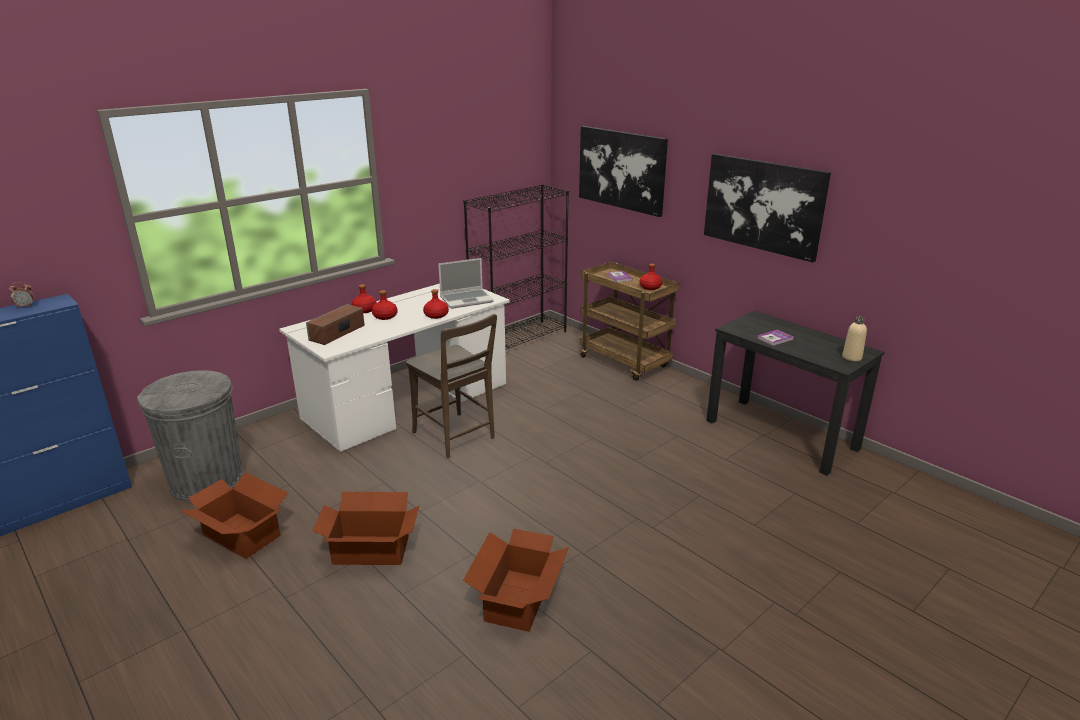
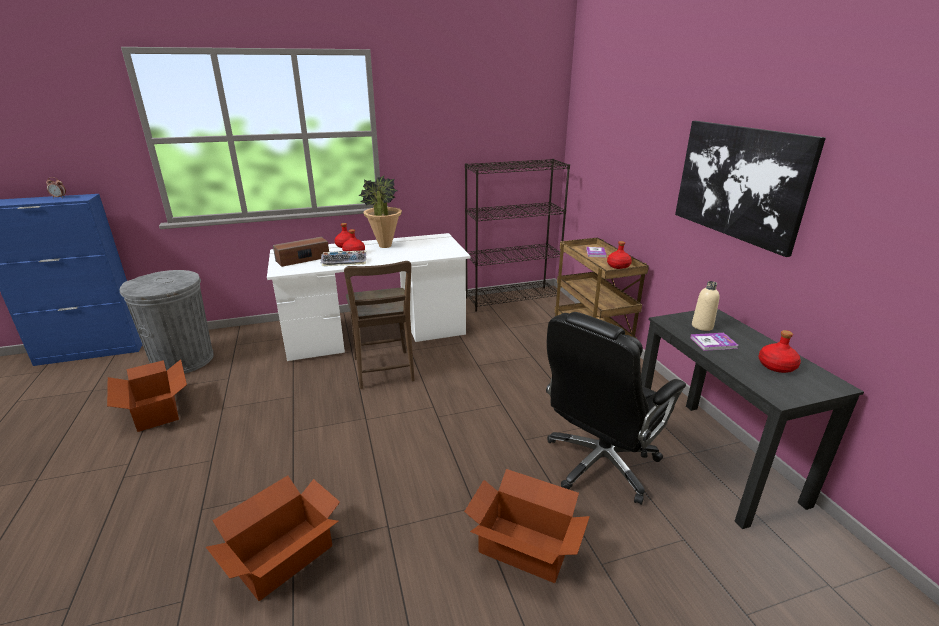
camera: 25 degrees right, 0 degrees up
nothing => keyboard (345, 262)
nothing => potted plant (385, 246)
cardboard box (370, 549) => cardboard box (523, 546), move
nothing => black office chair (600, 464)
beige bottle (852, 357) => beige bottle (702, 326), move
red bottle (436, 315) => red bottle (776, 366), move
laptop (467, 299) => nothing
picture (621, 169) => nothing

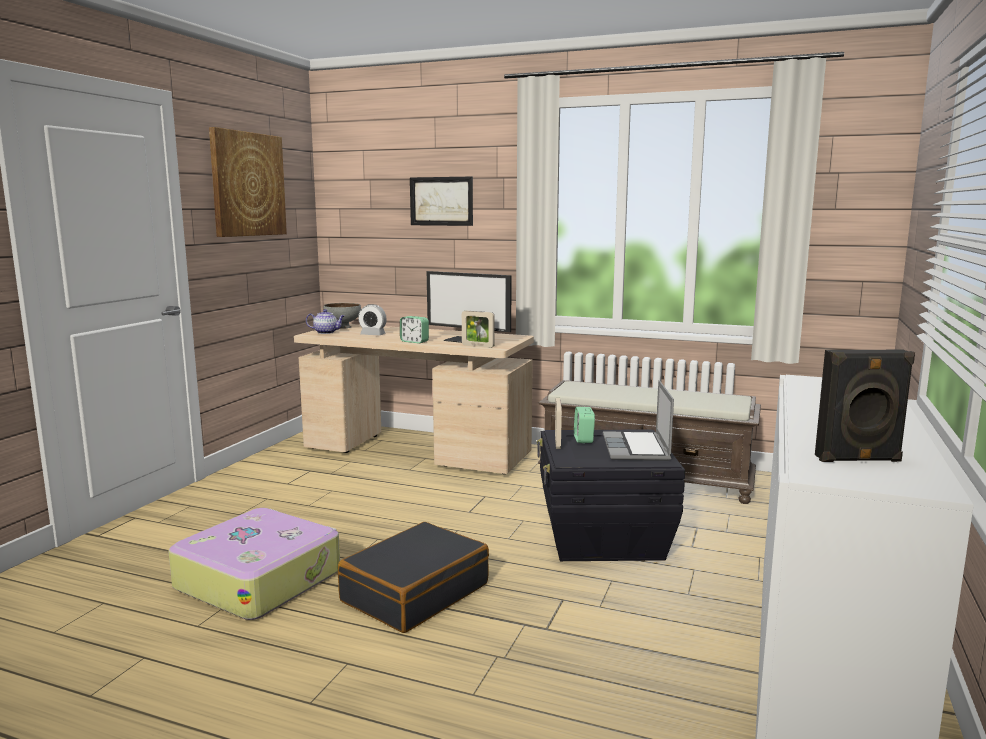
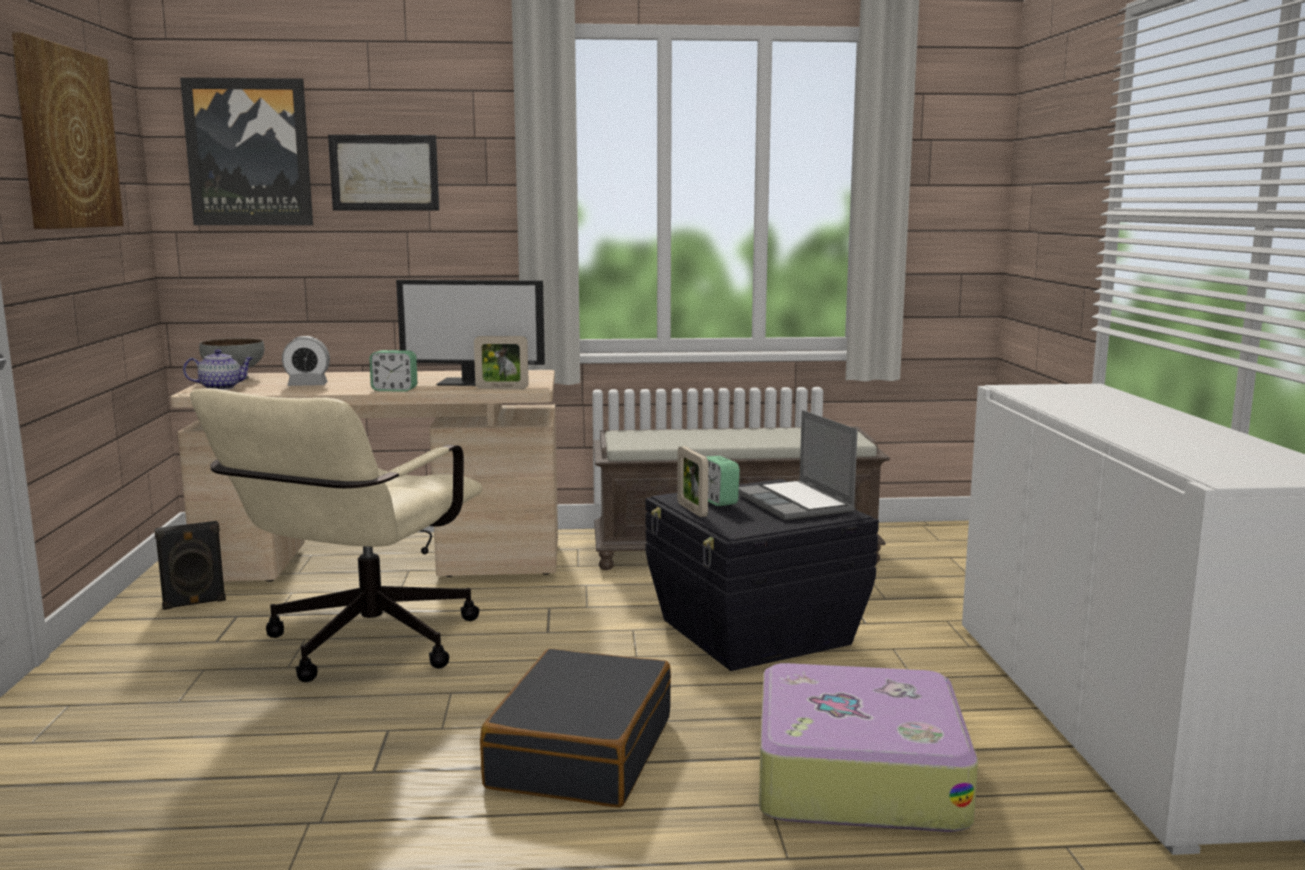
camera: 25 degrees left, 0 degrees up
black speaker (858, 459) => black speaker (194, 603), move
nothing => picture (249, 153)
nothing => beige office chair (359, 648)
suitcase (259, 579) => suitcase (856, 773), move

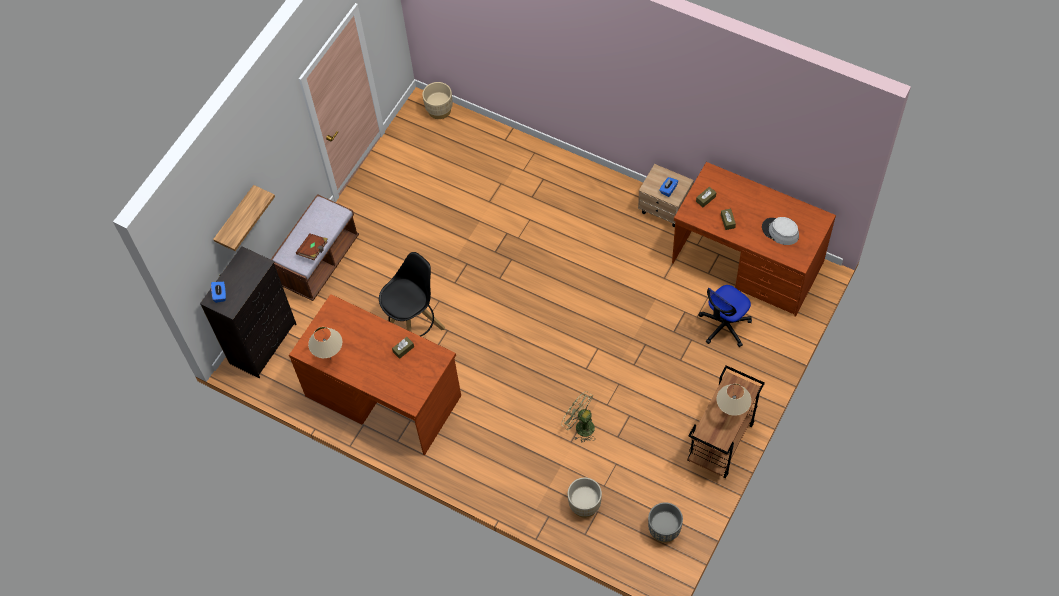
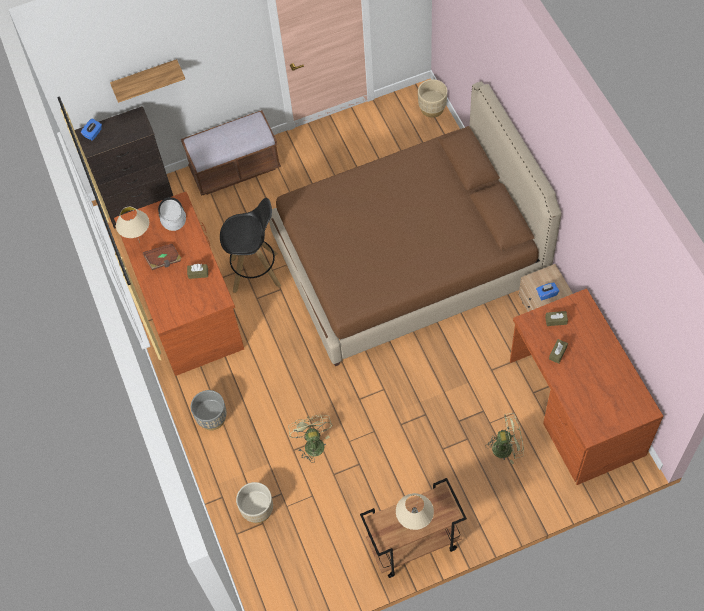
camera: 40 degrees right, 0 degrees up
brown book (313, 250) => brown book (163, 260), move
grey hat (780, 232) => grey hat (171, 214), move
grey planter (664, 530) => grey planter (212, 418), move
nothing => brown bed (408, 259)
office chair (724, 325) => green fan (506, 447)

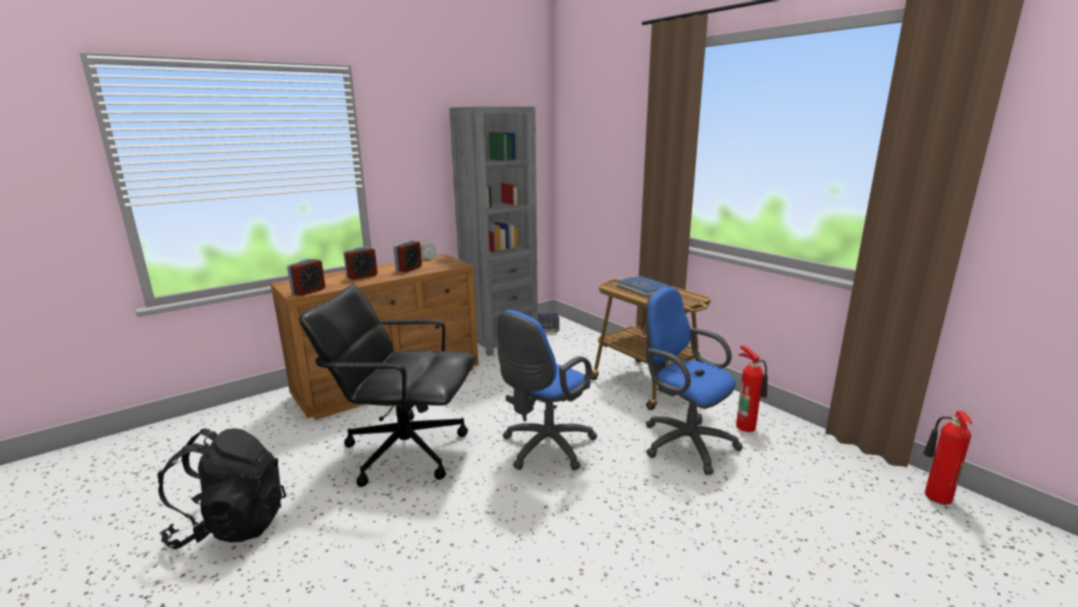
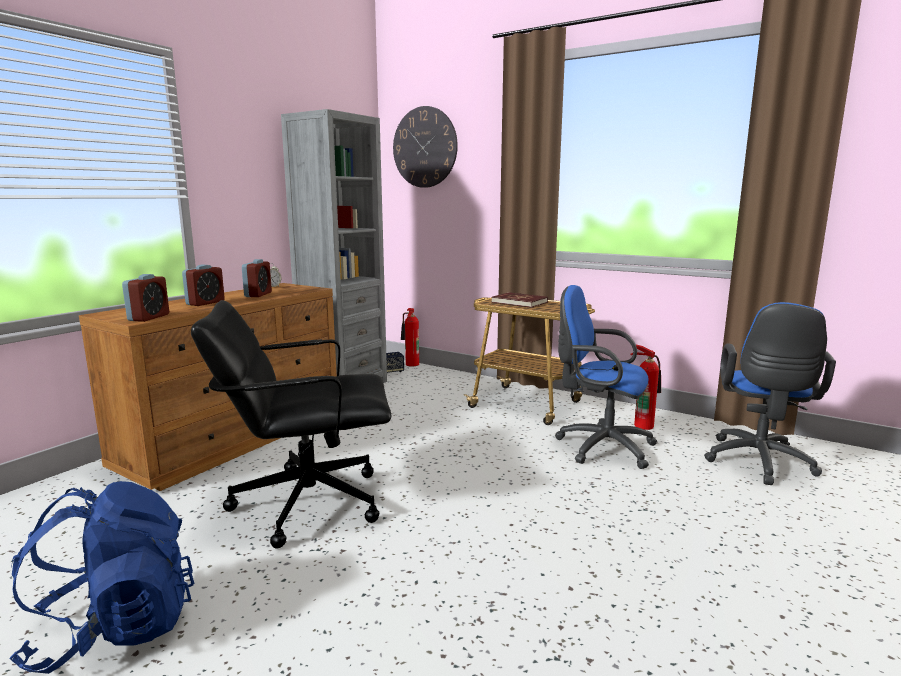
camera: 20 degrees left, 5 degrees down
black backpack (232, 525) => blue backpack (115, 629)
nothing => wall clock (424, 147)
fire extinguisher (935, 497) => fire extinguisher (410, 364), move
blue book (643, 288) => red book (519, 302)
blue office chair (544, 448) => blue office chair (759, 463), move

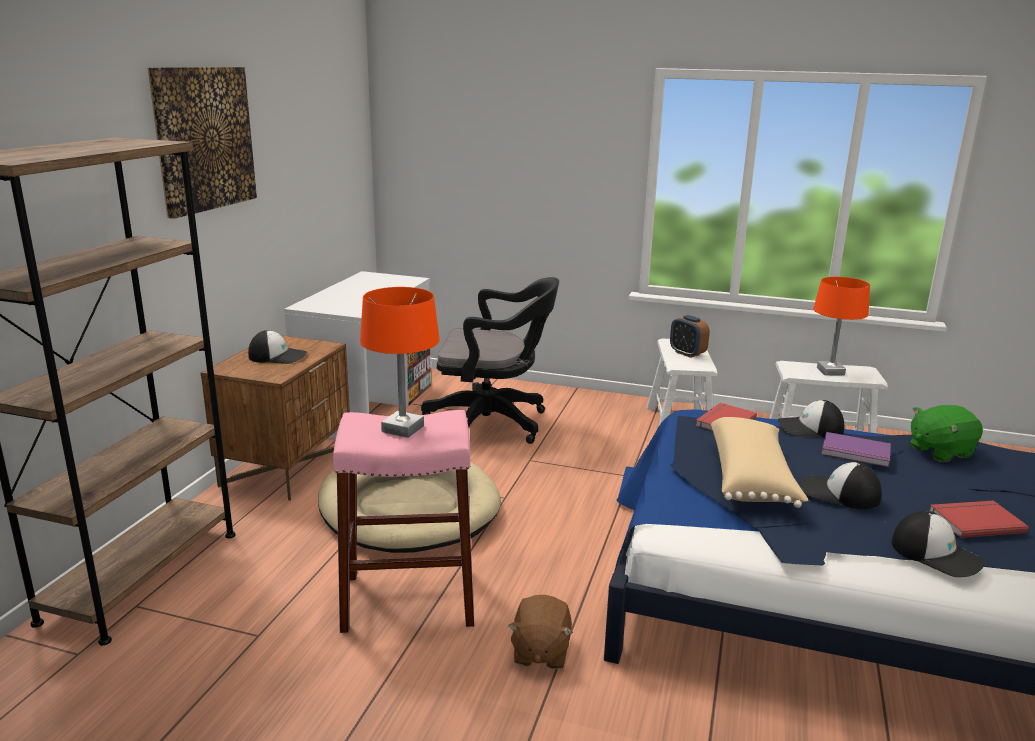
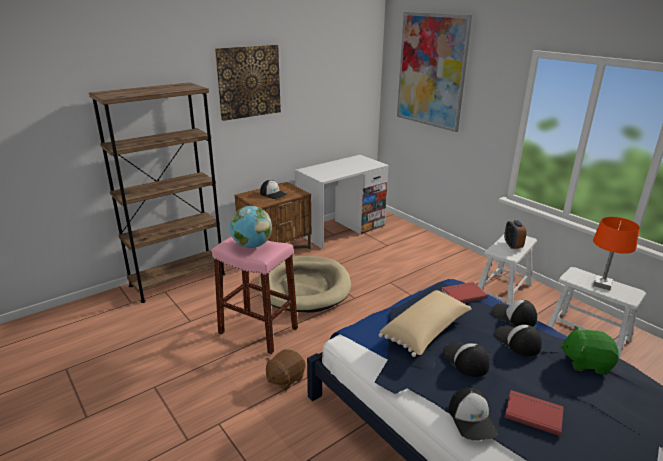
camera: 35 degrees right, 5 degrees up
orange table lamp (402, 429) => globe (252, 246)
nothing => picture (431, 71)
purple book (856, 453) => cap (516, 341)
black office chair (493, 423) => nothing

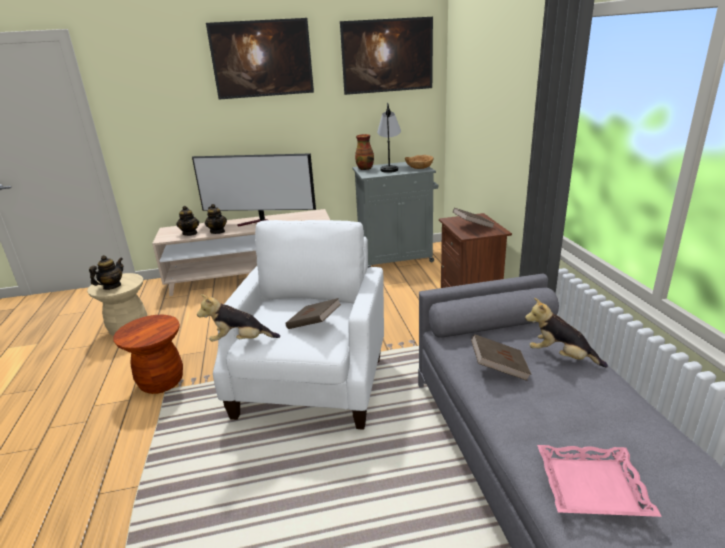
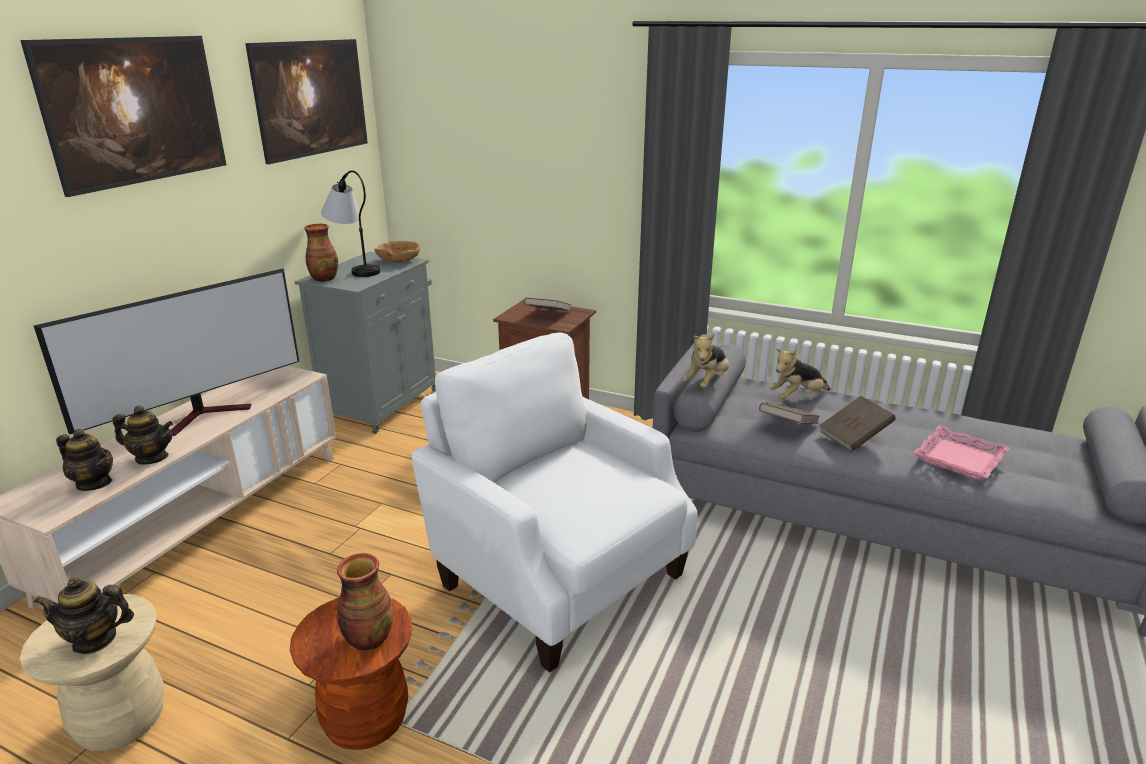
camera: 55 degrees left, 0 degrees up
teapot (112, 286) => teapot (95, 640), 75 degrees counterclockwise
nothing => vase (368, 638)
plush toy (240, 341) => plush toy (707, 383), move
brown book (314, 324) => brown book (854, 437), move

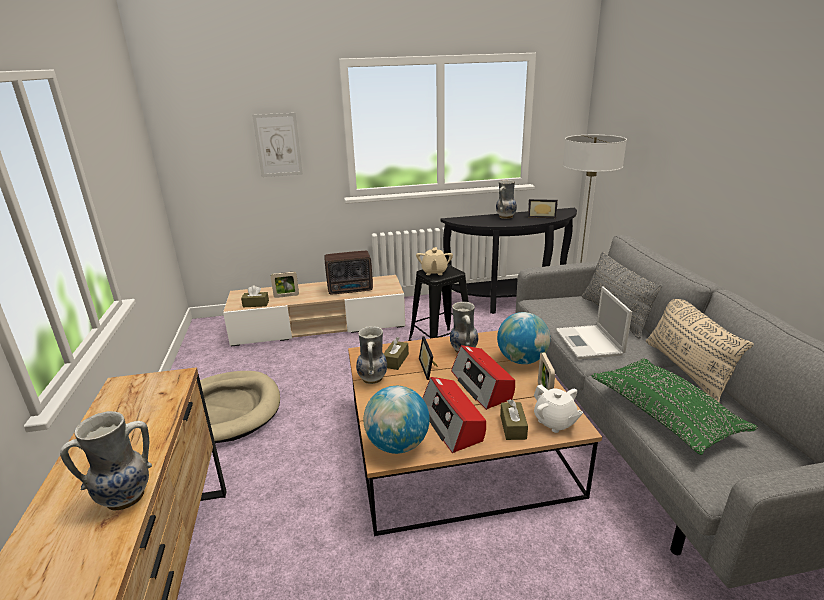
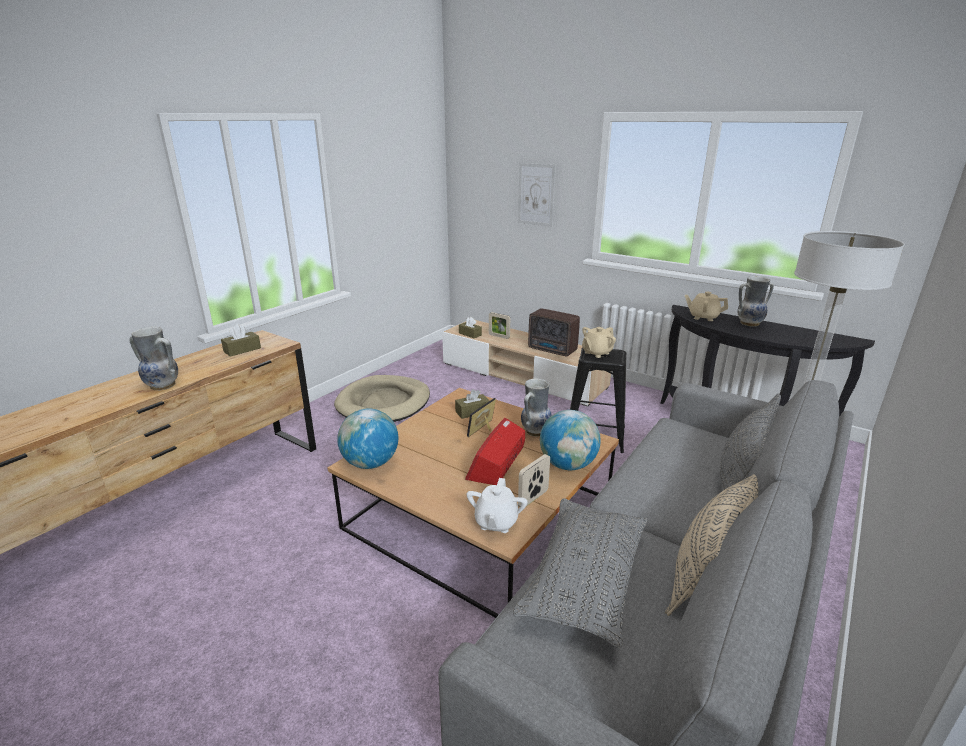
camera: 45 degrees right, 0 degrees up
brown tissue box (513, 427) => brown tissue box (242, 350), move
green pillow (664, 414) => grey pillow (584, 579)
nothing => beige teapot (703, 317)
vase (373, 378) => nothing
radio (452, 423) => nothing
picture frame (541, 216) => nothing
laptop (589, 343) => nothing

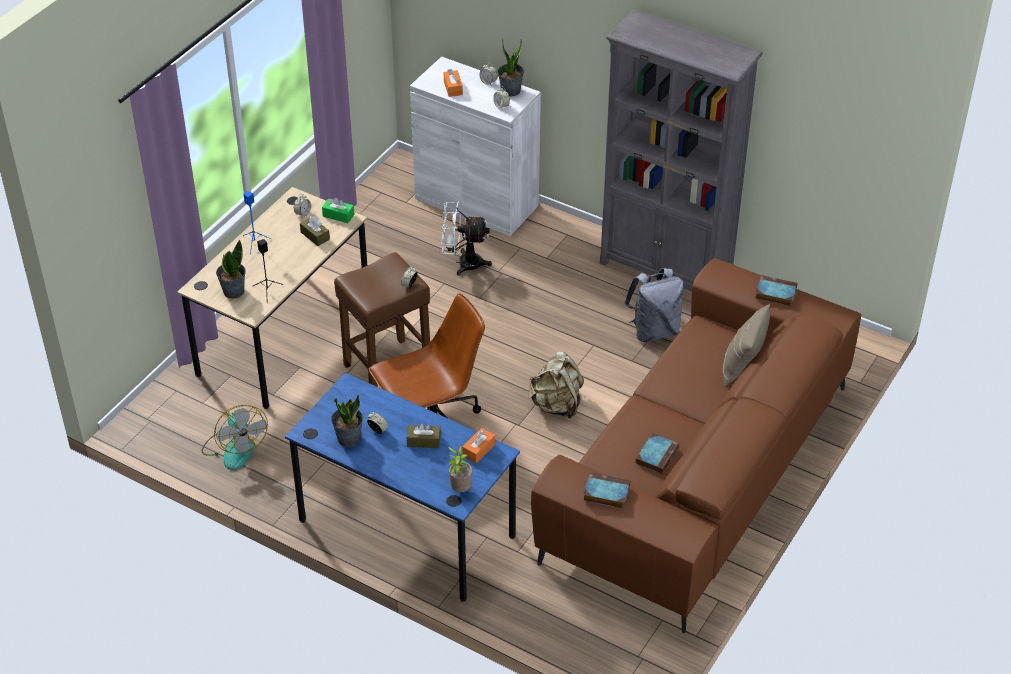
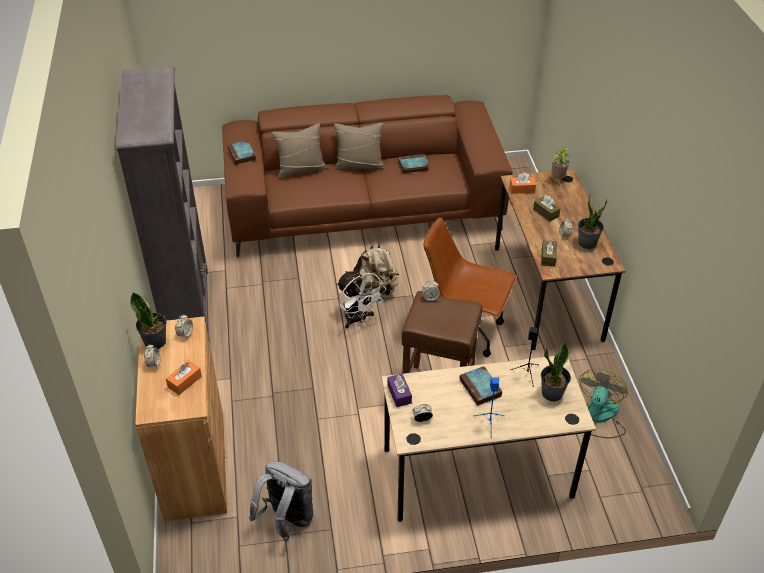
camera: 130 degrees left, 0 degrees up
white cabinet (476, 202) => brown cabinet (195, 465)
grey backpack (654, 331) => grey backpack (287, 520), move
nothing => beige pillow (359, 165)
white fan (463, 263) => white fan (358, 319), move
green tissue box (338, 215) => purple tissue box (399, 394)
book (605, 493) => book (481, 388), move
blue desk (406, 528) => brown desk (547, 292)
brown tissue box (315, 236) => brown tissue box (548, 257), move

